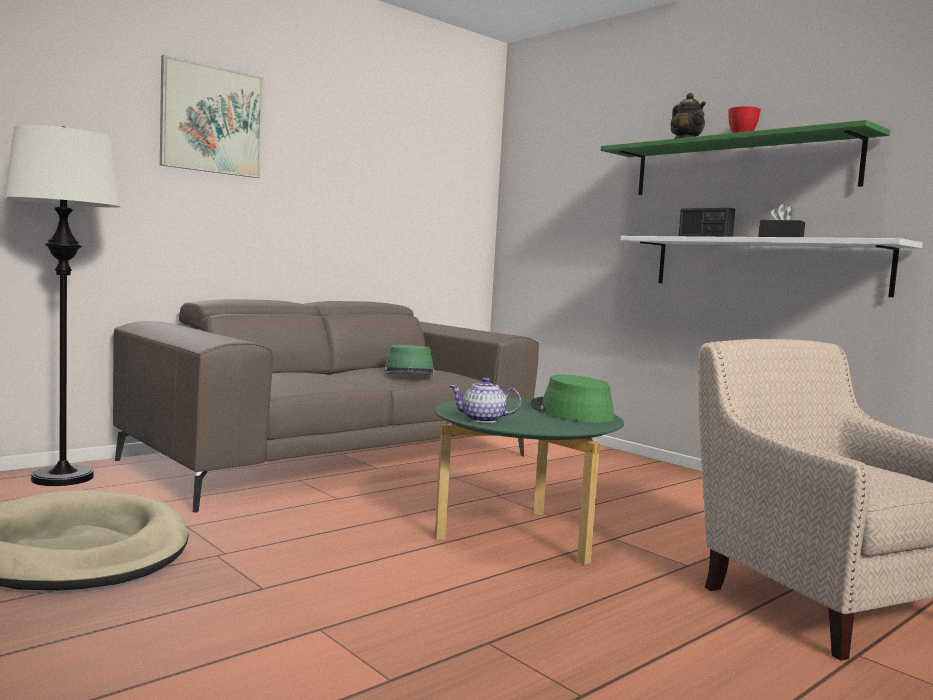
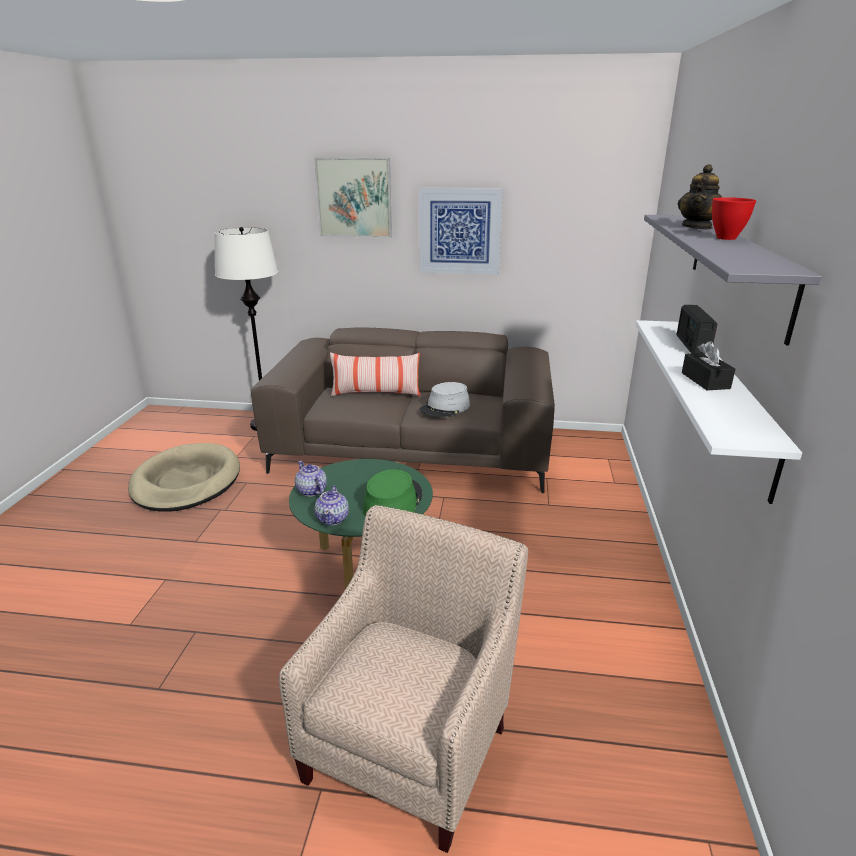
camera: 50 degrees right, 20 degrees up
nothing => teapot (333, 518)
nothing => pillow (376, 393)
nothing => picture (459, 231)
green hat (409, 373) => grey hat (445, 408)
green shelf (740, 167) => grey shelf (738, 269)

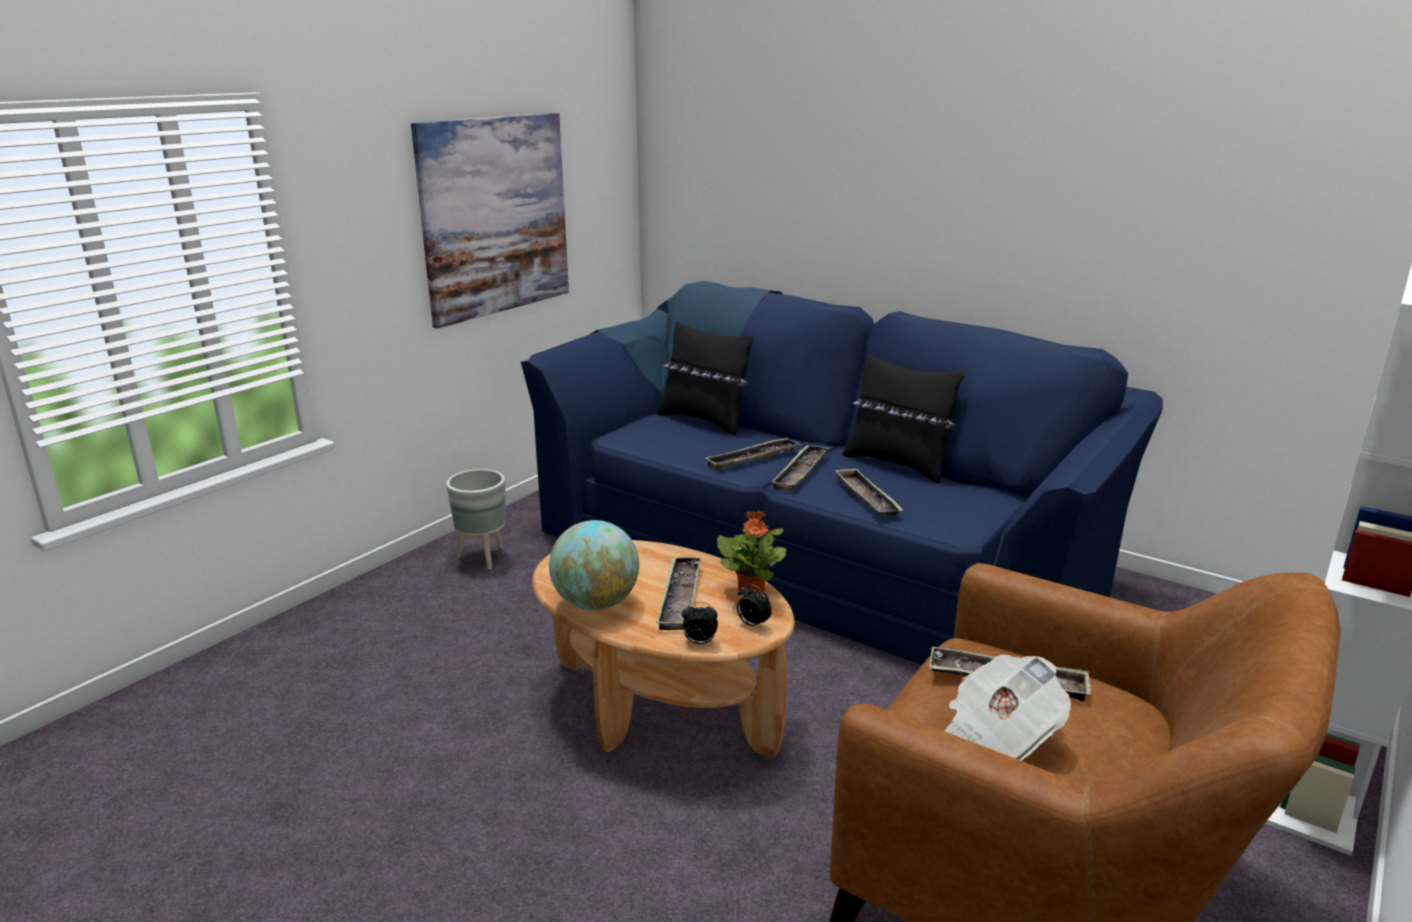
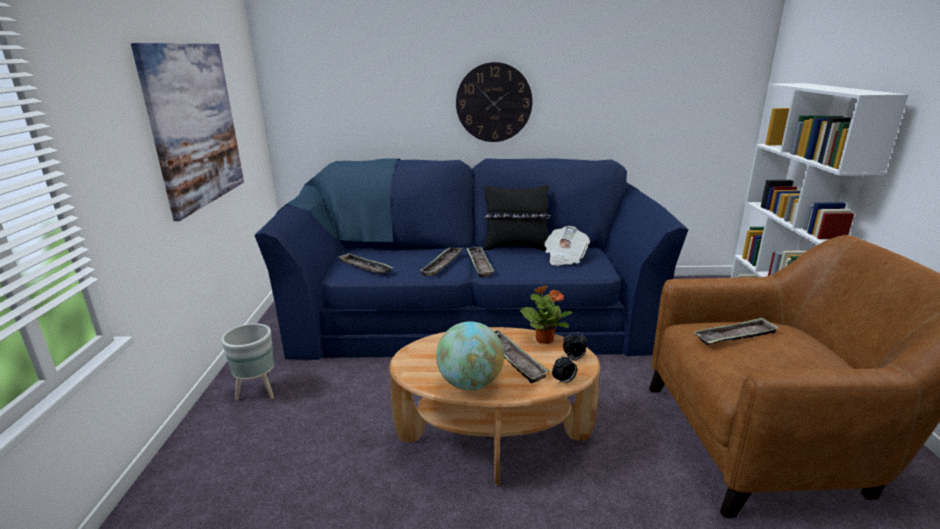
camera: 35 degrees left, 0 degrees up
tray (866, 497) => tray (365, 267), move
nothing => wall clock (494, 103)
newspaper (997, 737) => newspaper (564, 258), move
black pillow (704, 420) => nothing

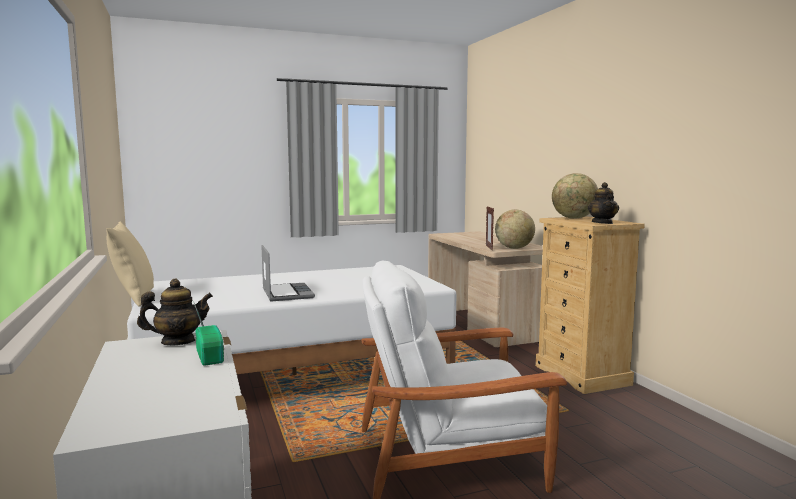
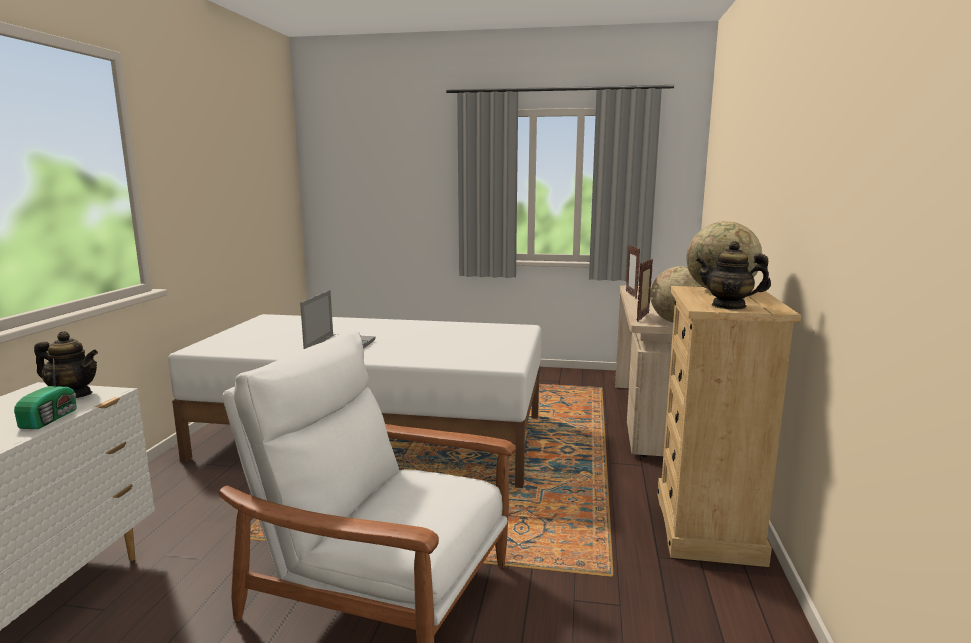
camera: 30 degrees right, 5 degrees up
nothing => picture frame (631, 294)
teapot (602, 223) => teapot (729, 306), 75 degrees clockwise
beige pillow (133, 298) => nothing

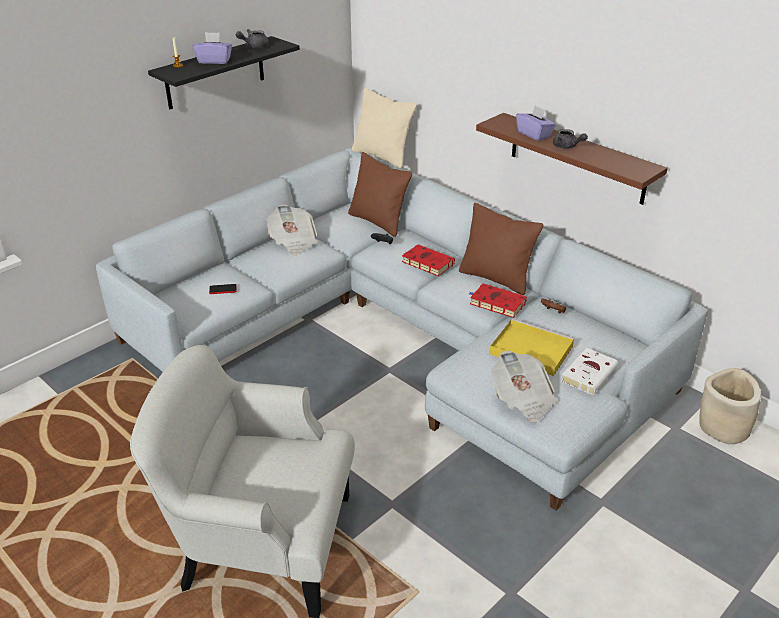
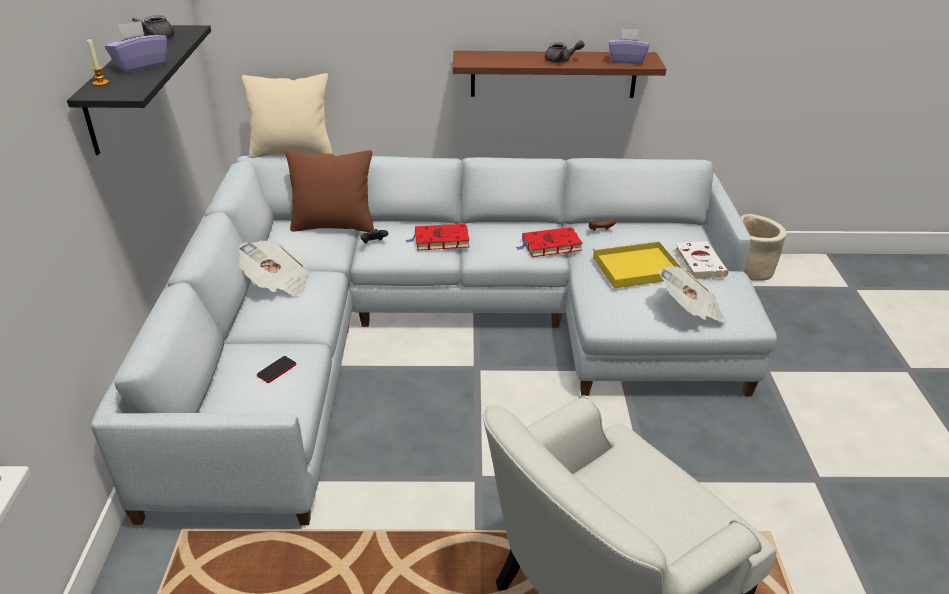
camera: 45 degrees left, 0 degrees up
purple tissue box (534, 134) => purple tissue box (626, 60), move
brown pillow (496, 278) => nothing

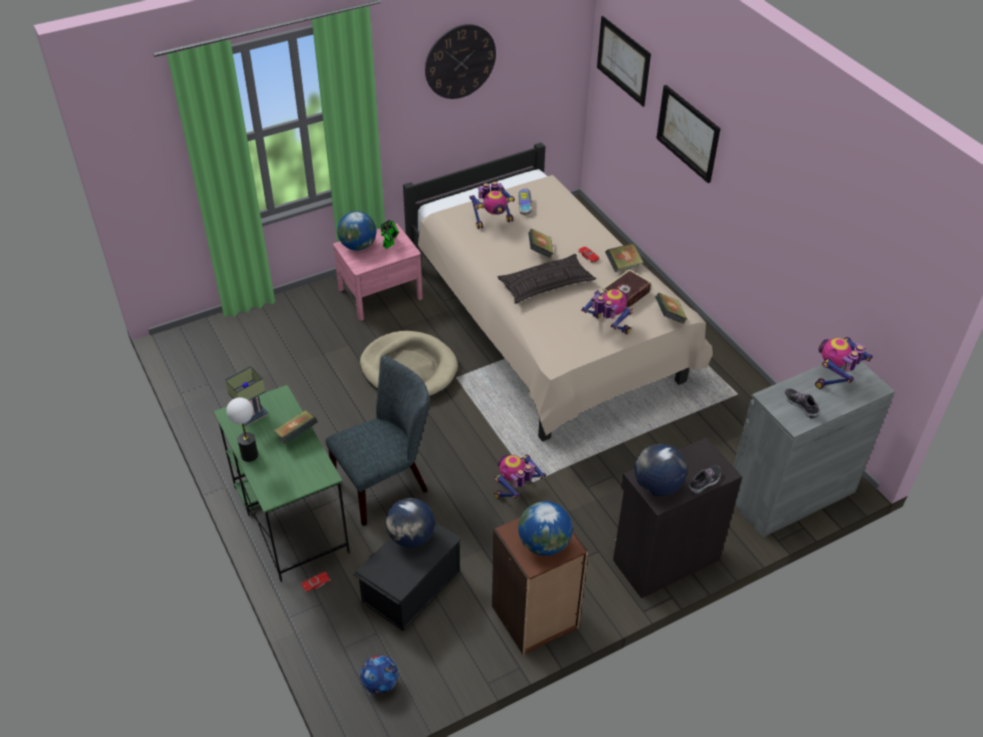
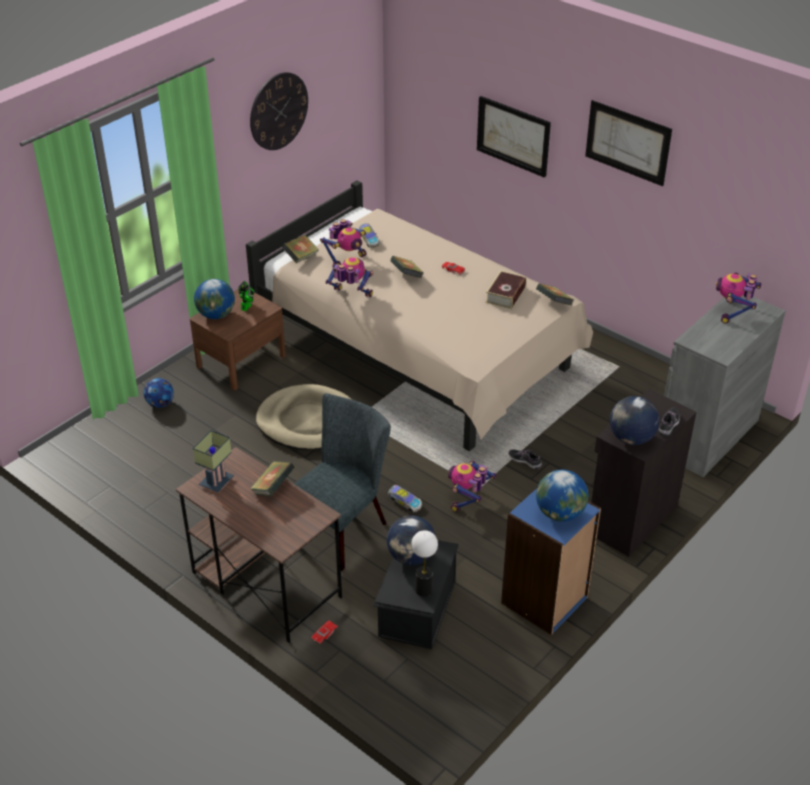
camera: 20 degrees left, 5 degrees down
football (380, 684) => football (160, 404), move
green desk (289, 518) => brown desk (265, 584)
pink nightstand (380, 293) => brown nightstand (241, 361)
book (623, 266) => book (301, 257), move
toy robot (607, 327) => toy robot (351, 295), move
nothing => toy car (404, 502)
table lamp (250, 455) => table lamp (424, 589), move
brown bookcase (535, 617) => blue bookcase (545, 601)
shoe (801, 405) => shoe (525, 461), move
picture (623, 60) => picture (627, 142), move
pillow (546, 284) => nothing

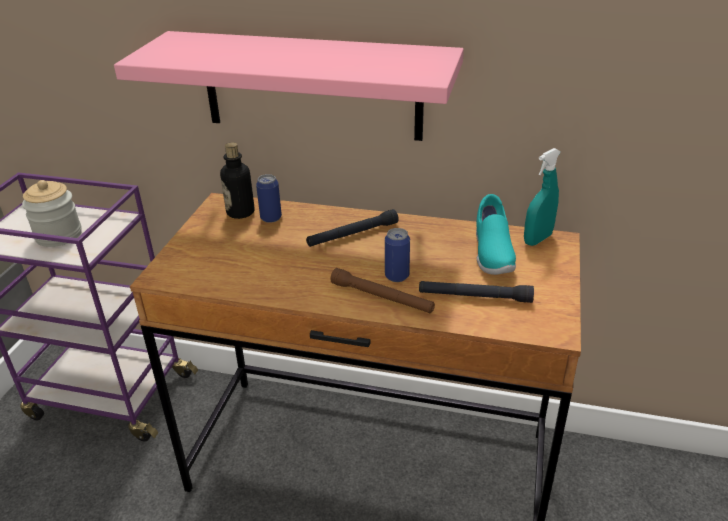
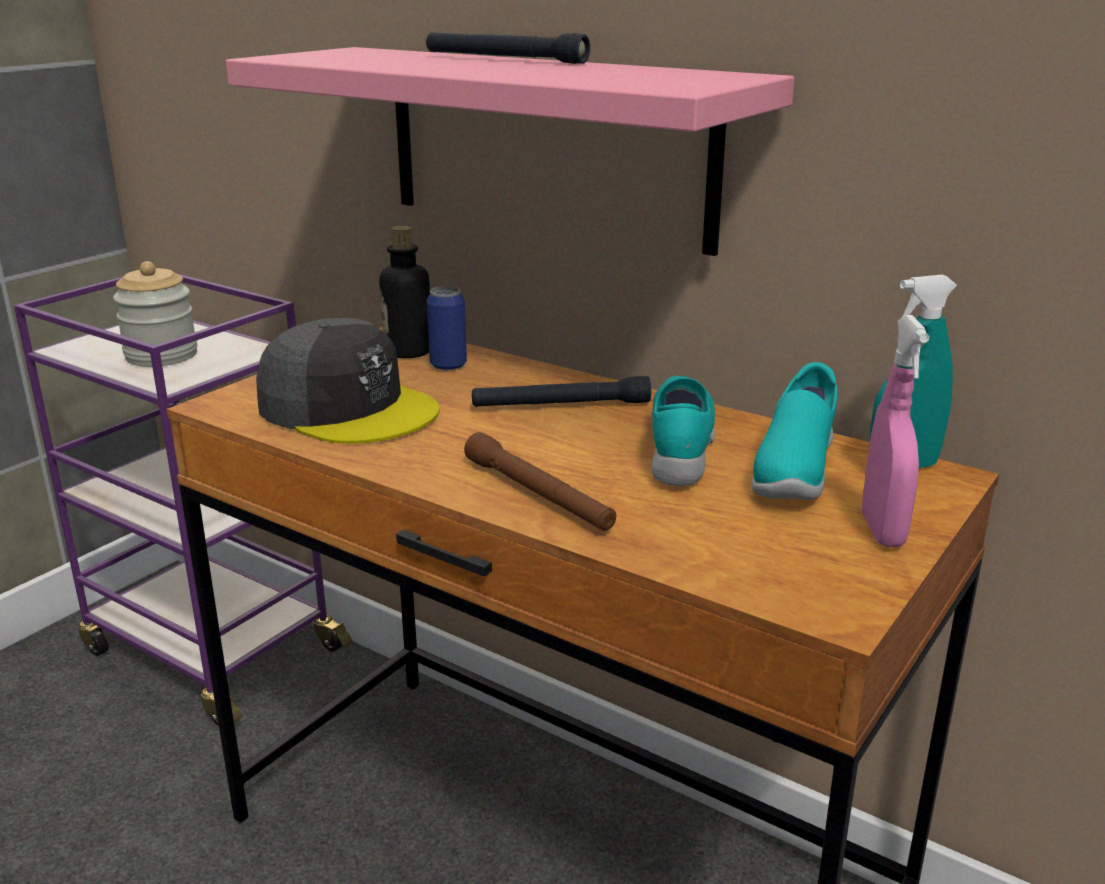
camera: 20 degrees right, 10 degrees down
nothing => grey cap (348, 408)
black flashlight (474, 297) => black flashlight (504, 60), move
nothing => turquoise shoe (681, 450)
nothing => pink spray bottle (882, 531)
can (397, 276) => nothing

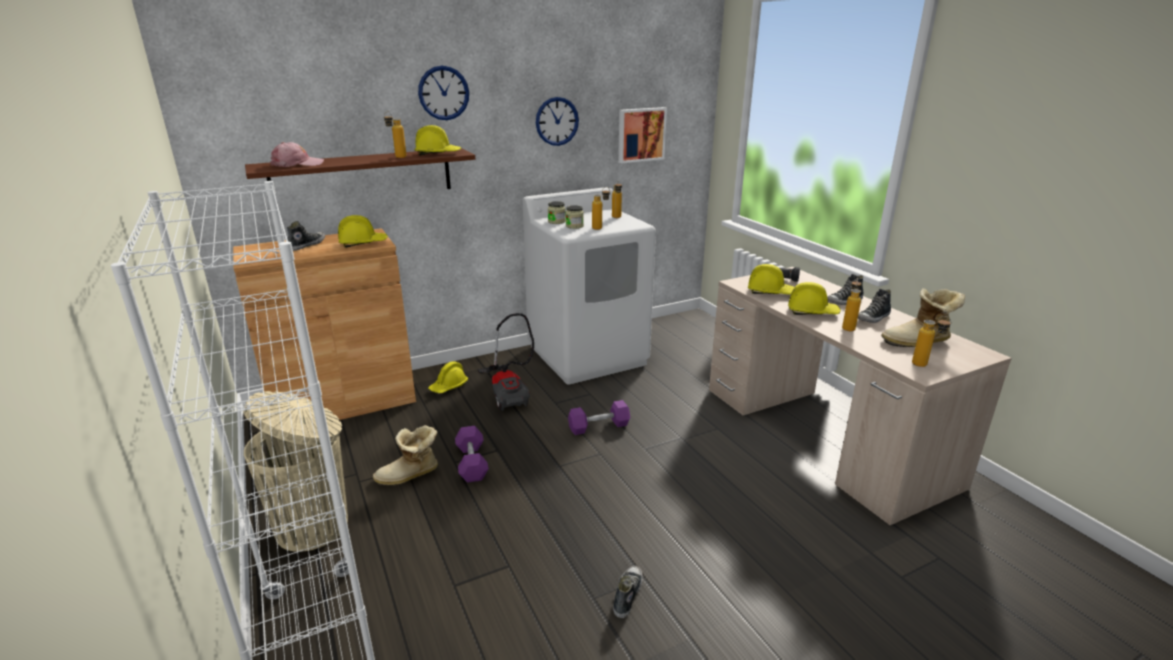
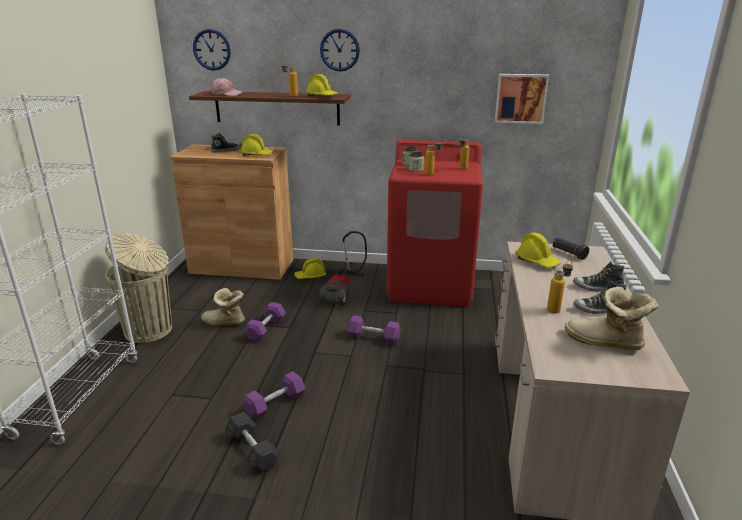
camera: 35 degrees right, 0 degrees up
wall clock (557, 121) => wall clock (212, 49), move
shoe (627, 595) => grey dumbbell (252, 451)
nothing => purple dumbbell (275, 404)
white washing machine (588, 355) => red washing machine (431, 285)
yellow hard hat (812, 312) => nothing
bottle (925, 366) => nothing

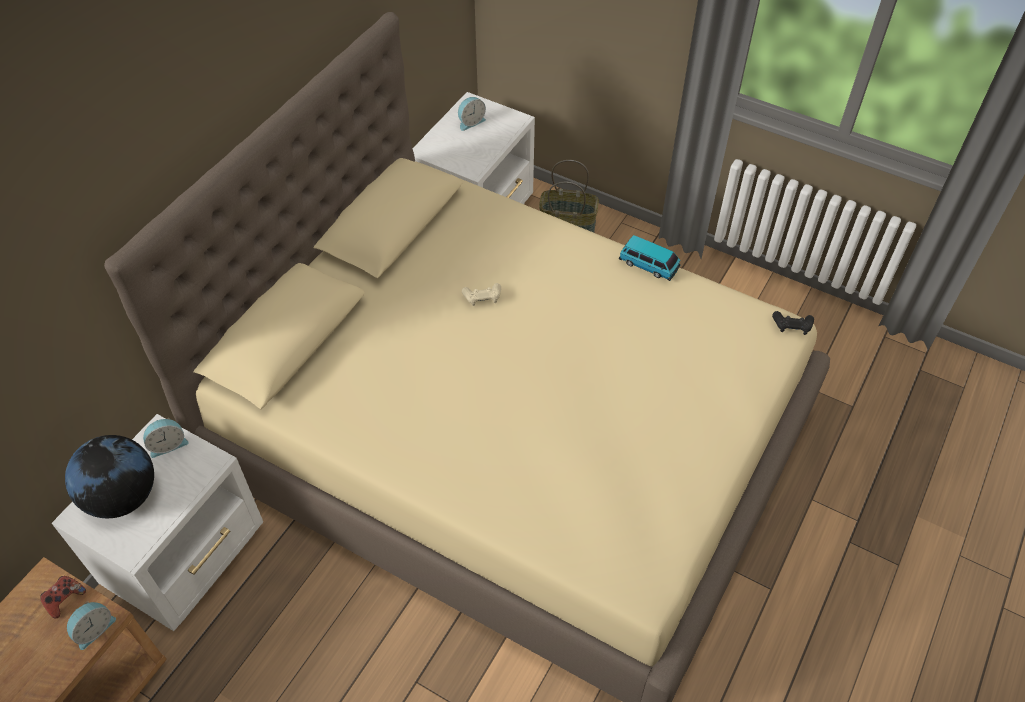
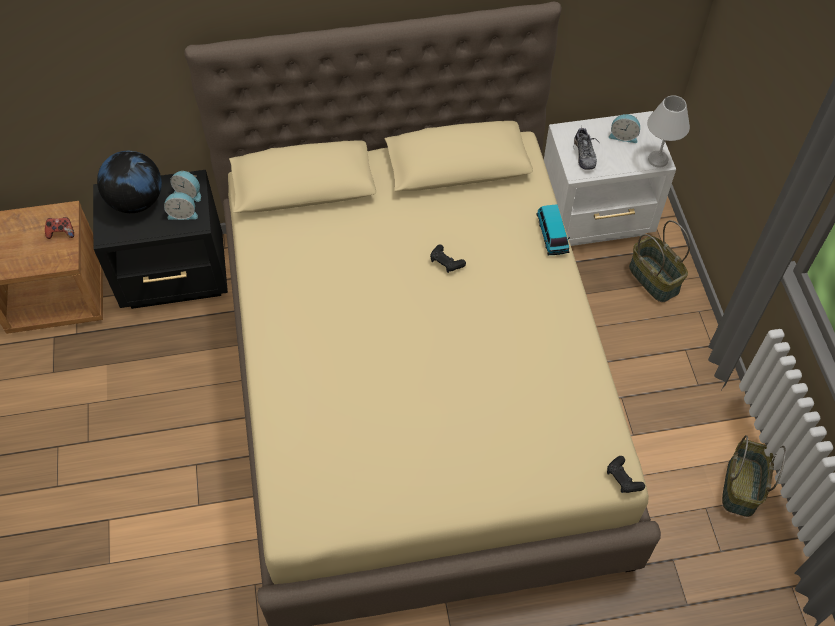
camera: 50 degrees right, 5 degrees up
white nightstand (190, 558) => black nightstand (176, 277)
alarm clock (94, 629) => alarm clock (183, 213), move
beige game controller (482, 298) => black game controller (446, 262)
toy car (649, 265) => toy car (552, 236), move
nothing => shoe (584, 154)
nothing => white table lamp (658, 159)
nothing => basket (740, 485)

